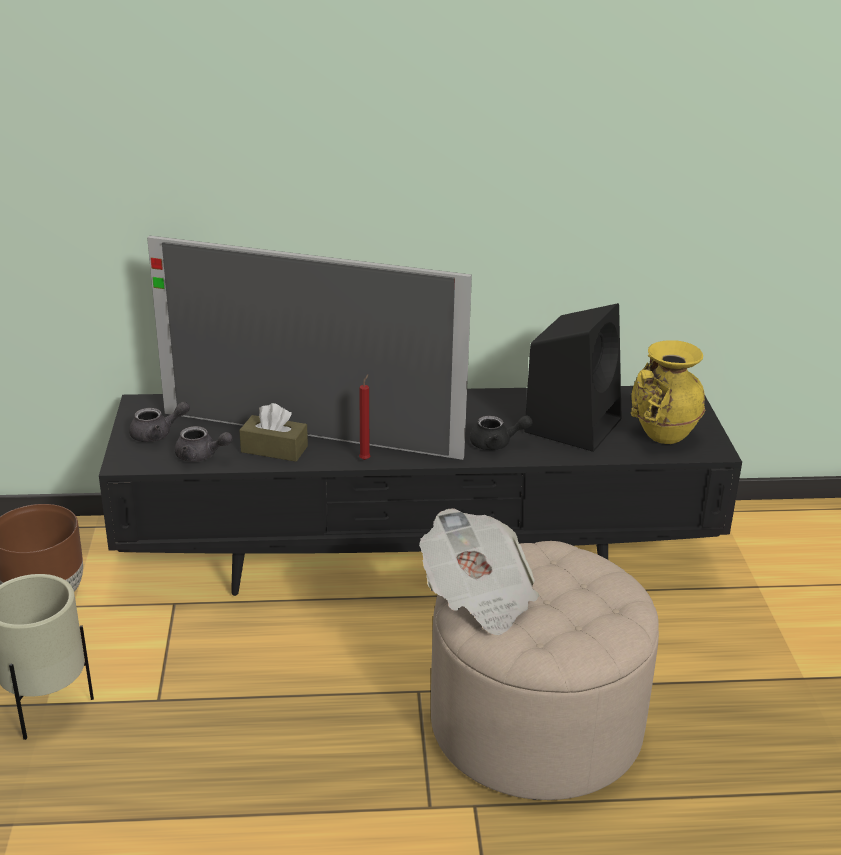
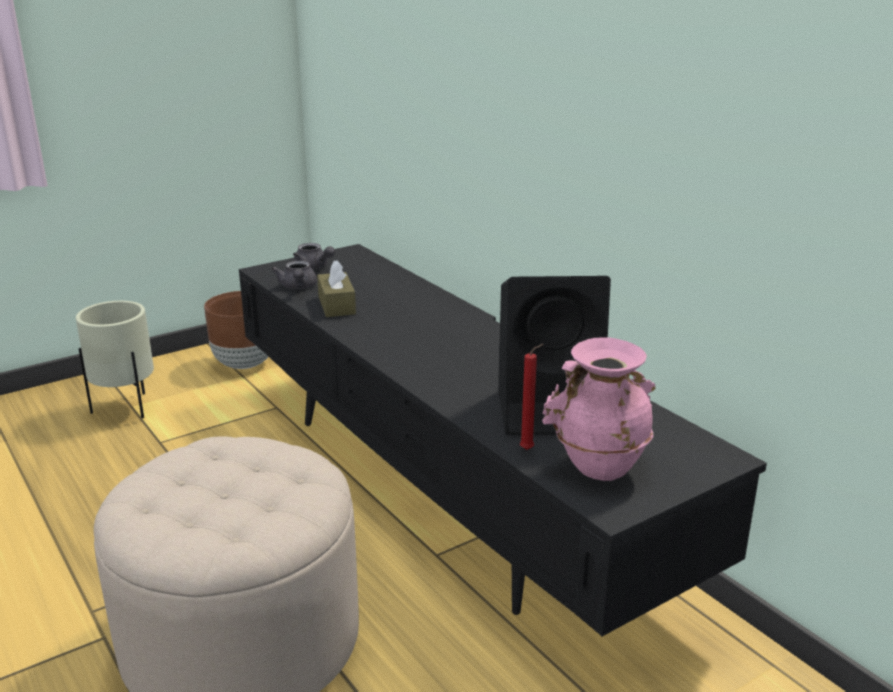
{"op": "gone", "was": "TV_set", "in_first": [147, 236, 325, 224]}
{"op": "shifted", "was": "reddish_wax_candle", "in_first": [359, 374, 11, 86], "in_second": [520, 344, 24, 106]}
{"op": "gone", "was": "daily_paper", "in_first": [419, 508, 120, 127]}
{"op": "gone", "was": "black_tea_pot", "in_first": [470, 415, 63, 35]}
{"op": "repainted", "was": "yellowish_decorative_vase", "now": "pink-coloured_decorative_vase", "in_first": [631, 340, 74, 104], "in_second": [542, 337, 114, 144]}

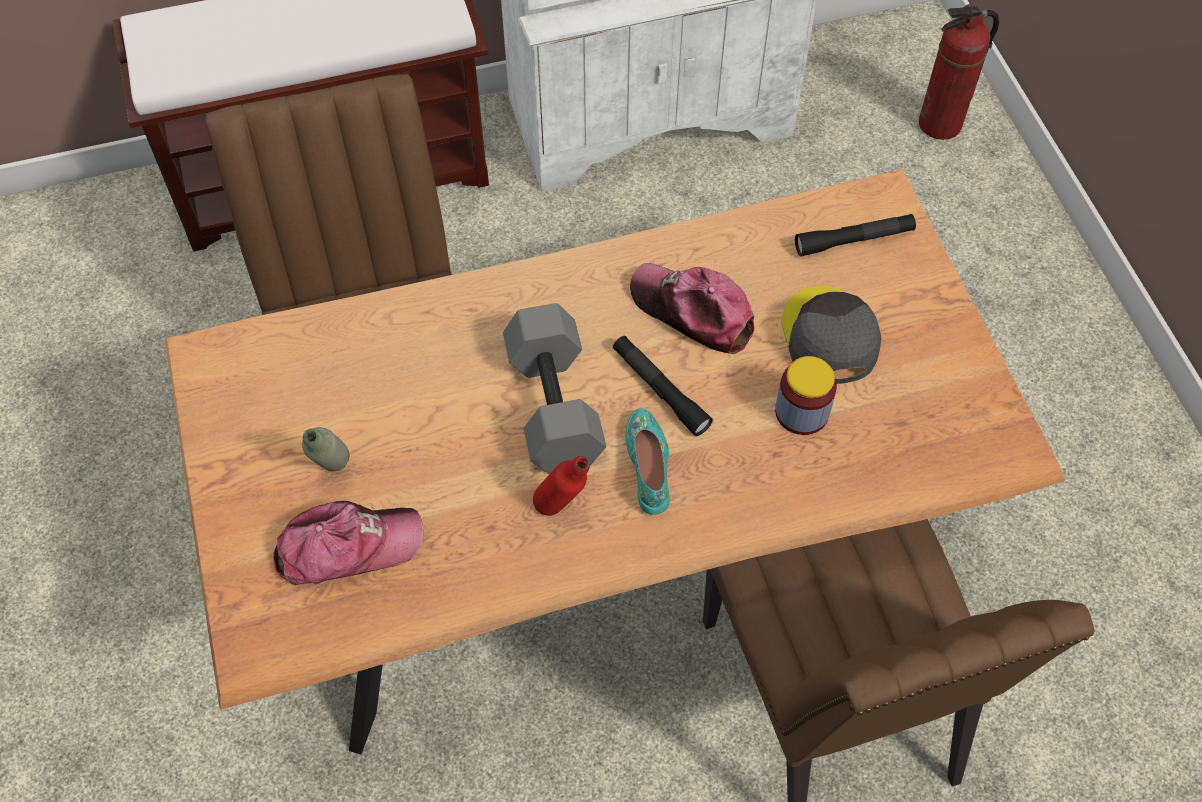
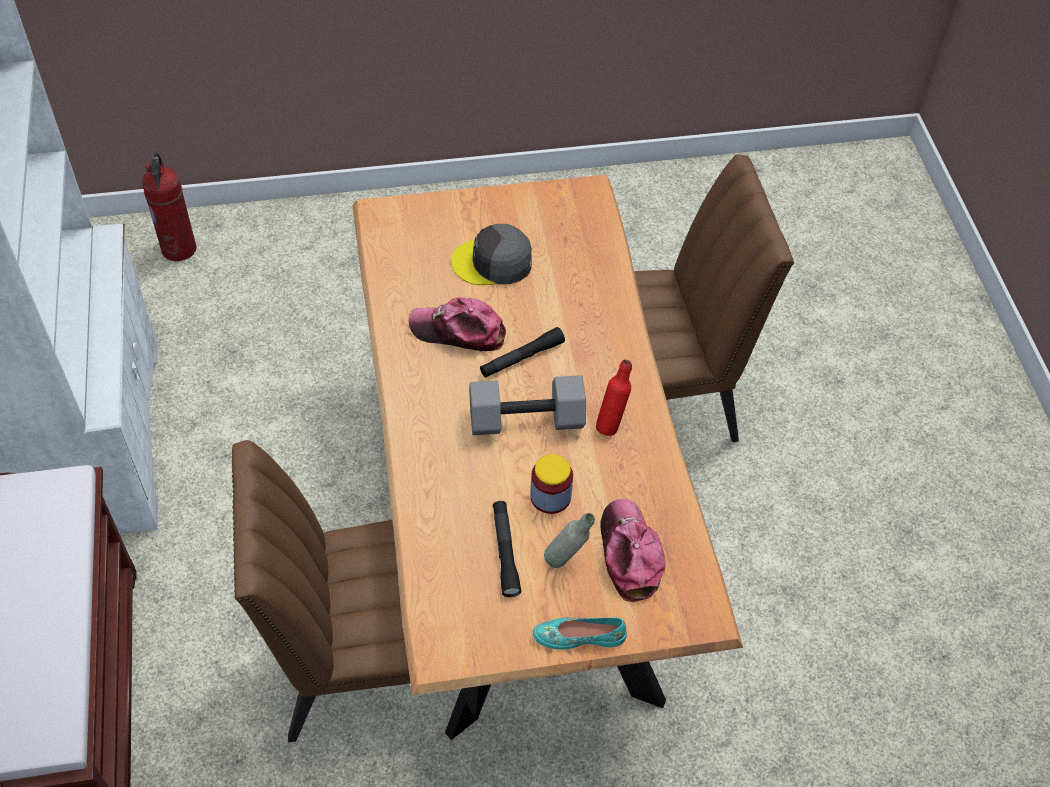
{"op": "shifted", "was": "blue-green_low_shoe", "in_first": [626, 408, 44, 107], "in_second": [533, 618, 94, 32]}
{"op": "rotated", "was": "baseball_cap", "in_first": [630, 263, 125, 91], "in_second": [409, 297, 97, 54], "clockwise": 60}
{"op": "shifted", "was": "jar", "in_first": [775, 356, 62, 79], "in_second": [530, 454, 43, 60]}
{"op": "shifted", "was": "black_flashlight", "in_first": [795, 214, 121, 42], "in_second": [493, 501, 28, 96]}

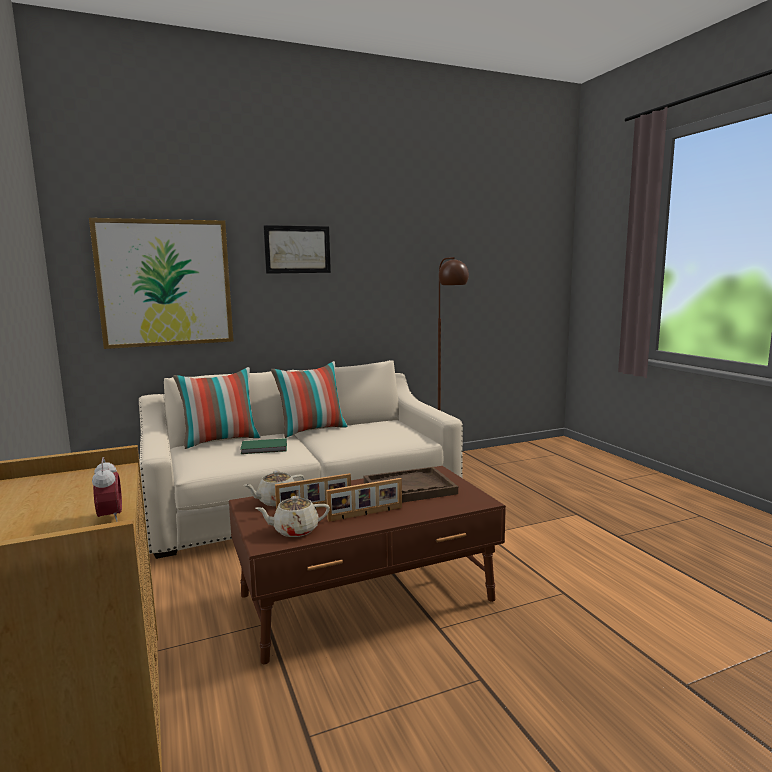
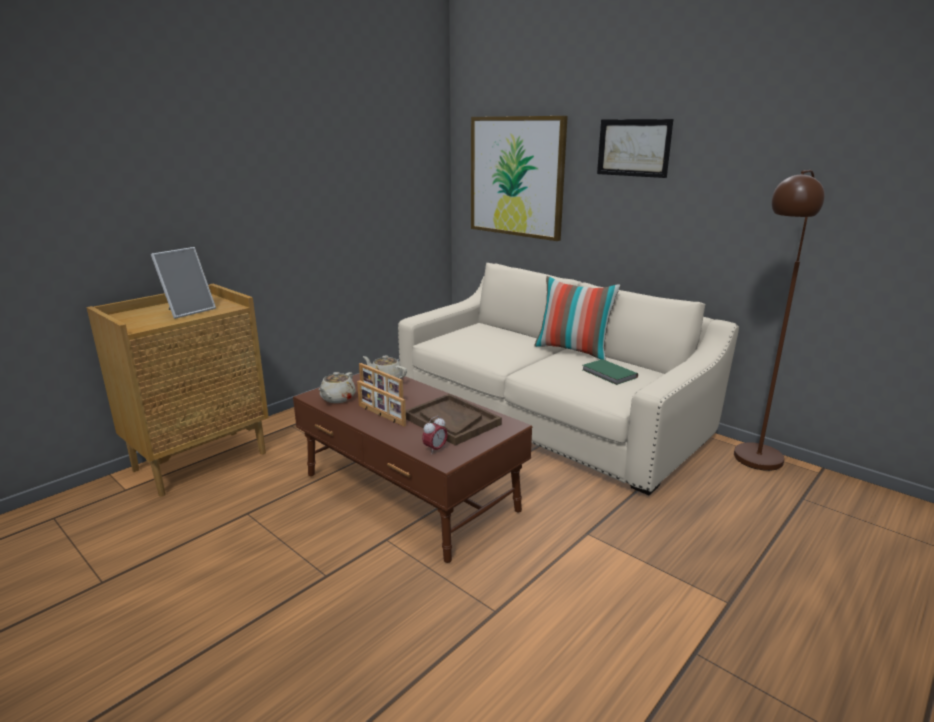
{"op": "shifted", "was": "alarm_clock", "in_first": [92, 457, 30, 64], "in_second": [422, 416, 26, 37]}
{"op": "gone", "was": "throw_pillow", "in_first": [173, 367, 88, 82]}
{"op": "shifted", "was": "green_bound_book", "in_first": [240, 438, 47, 16], "in_second": [583, 359, 55, 26]}
{"op": "rotated", "was": "beige_tea_pot", "in_first": [255, 496, 75, 41], "in_second": [318, 372, 38, 31], "clockwise": -120}
{"op": "new", "now": "photo_frame", "in_second": [151, 247, 65, 72]}

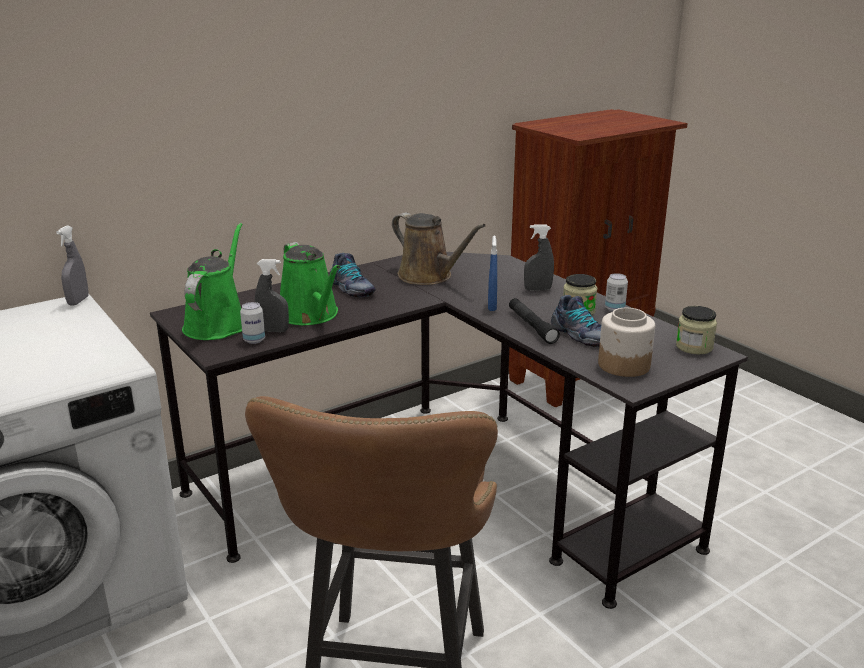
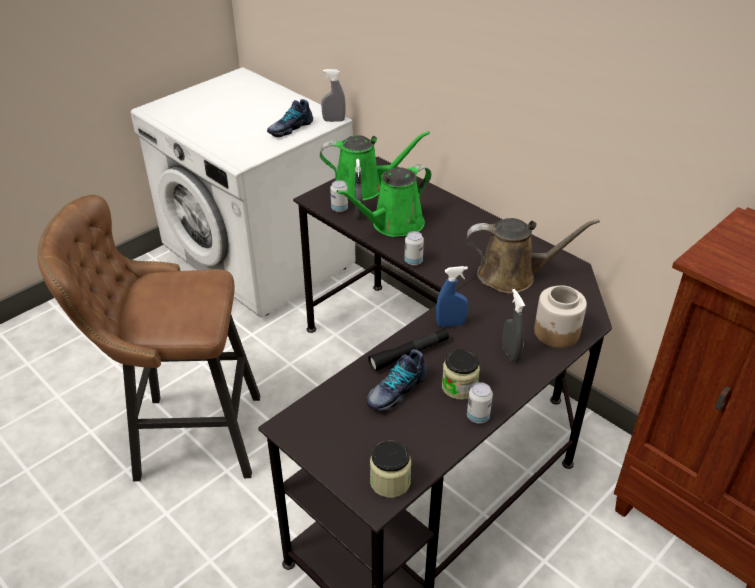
{"op": "shifted", "was": "low_shoe", "in_first": [330, 253, 46, 44], "in_second": [267, 99, 46, 38]}
{"op": "rotated", "was": "brownish_sprinkling_can", "in_first": [392, 213, 94, 72], "in_second": [467, 218, 133, 75], "clockwise": -120}
{"op": "shifted", "was": "jar", "in_first": [598, 308, 57, 69], "in_second": [534, 285, 53, 63]}
{"op": "new", "now": "can", "in_second": [404, 231, 20, 35]}

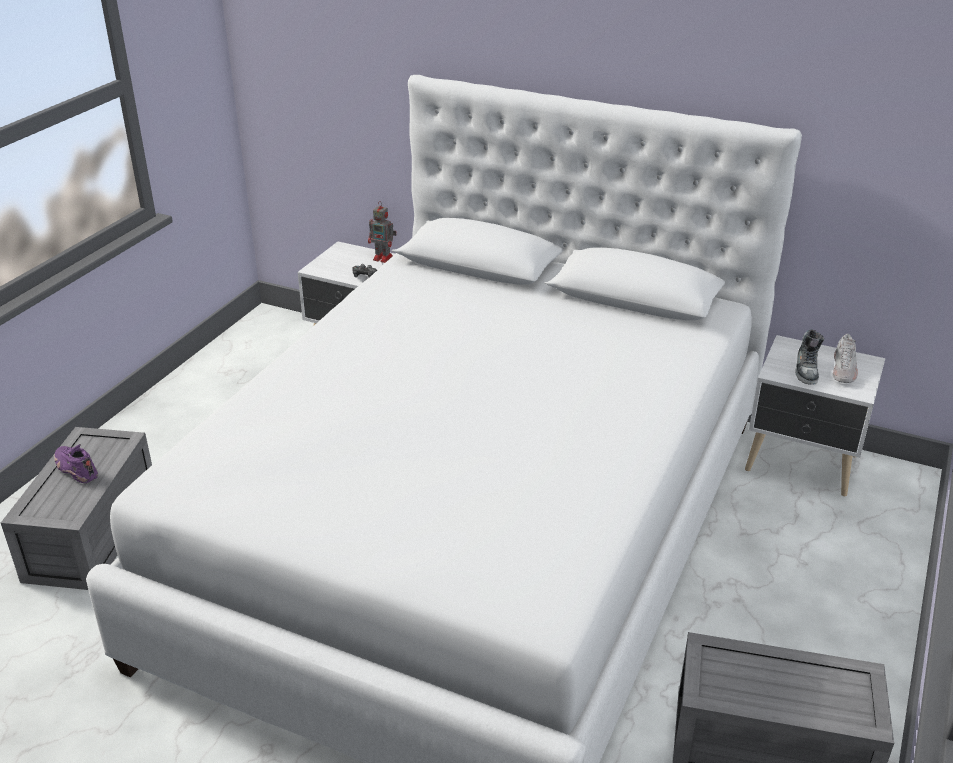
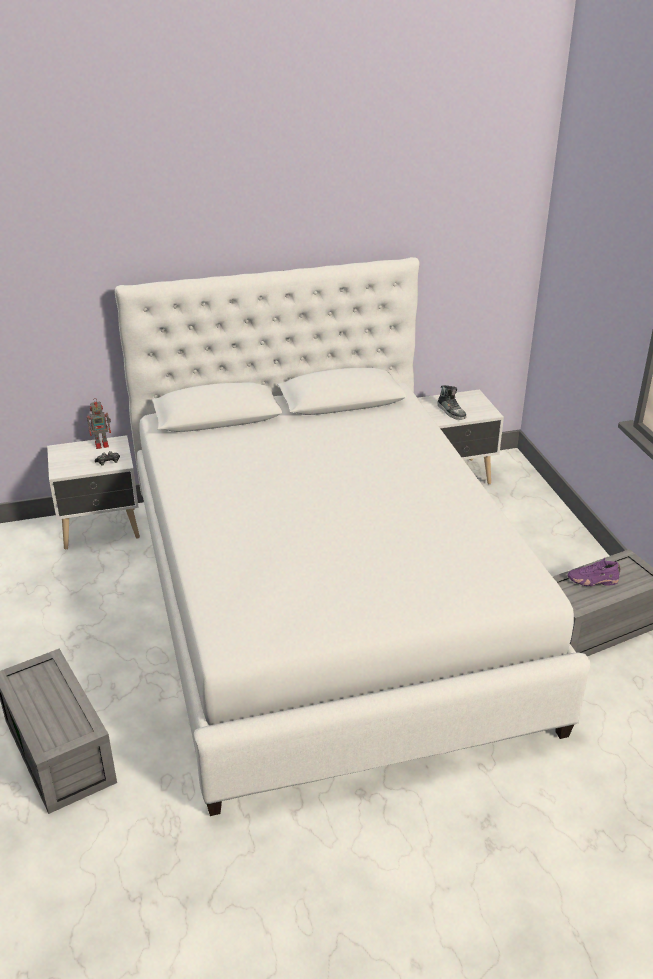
{"op": "shifted", "was": "purplish_low_shoe", "in_first": [54, 444, 44, 39], "in_second": [568, 558, 52, 28]}
{"op": "gone", "was": "whitish_low_shoe", "in_first": [833, 334, 25, 49]}

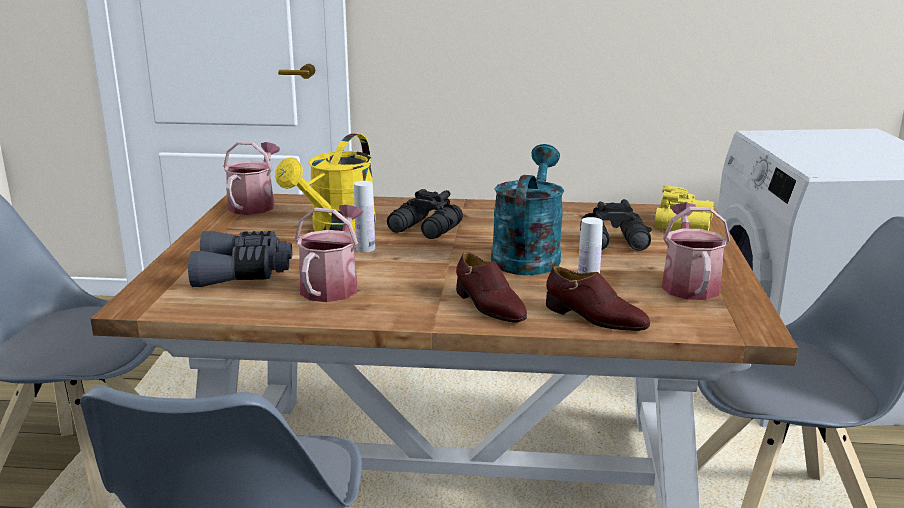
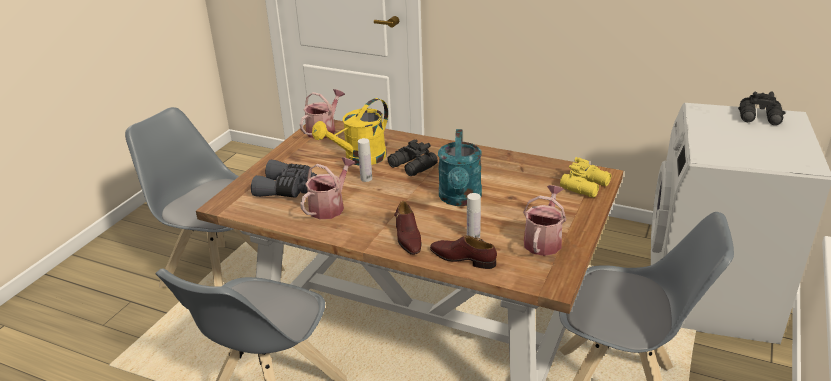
{"op": "rotated", "was": "blue-green_sprinkling_can", "in_first": [491, 144, 73, 131], "in_second": [438, 129, 44, 77], "clockwise": 150}
{"op": "rotated", "was": "brownish_low_shoe", "in_first": [546, 266, 104, 65], "in_second": [430, 235, 67, 34], "clockwise": 150}
{"op": "shifted", "was": "black_field_glasses", "in_first": [580, 199, 72, 52], "in_second": [738, 91, 48, 34]}

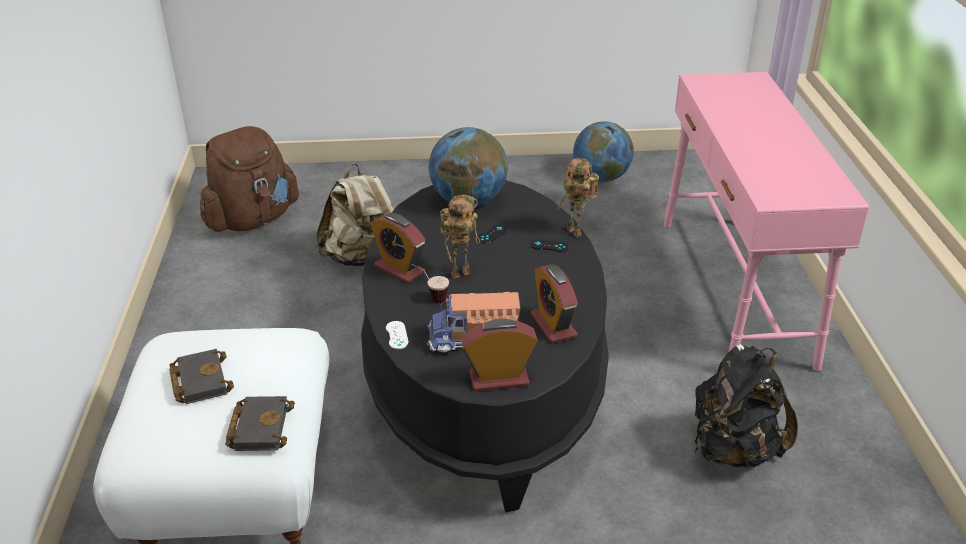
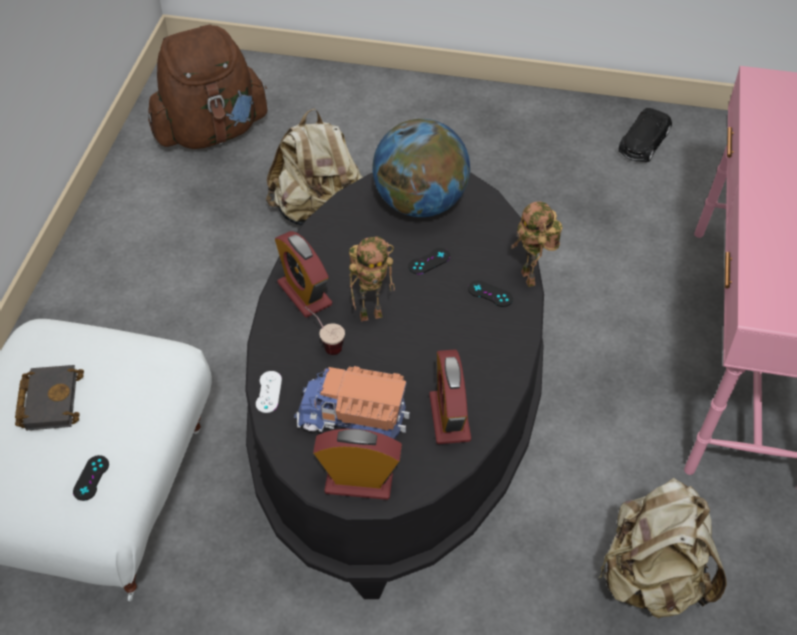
{"op": "swapped", "was": "black_bound_book", "now": "black_game_controller", "in_first": [225, 396, 70, 55], "in_second": [73, 455, 36, 46]}
{"op": "swapped", "was": "globe", "now": "black_miniature_car", "in_first": [573, 121, 61, 61], "in_second": [618, 108, 54, 54]}
{"op": "repainted", "was": "black_knapsack", "now": "beige_knapsack", "in_first": [694, 344, 104, 124], "in_second": [599, 478, 128, 141]}

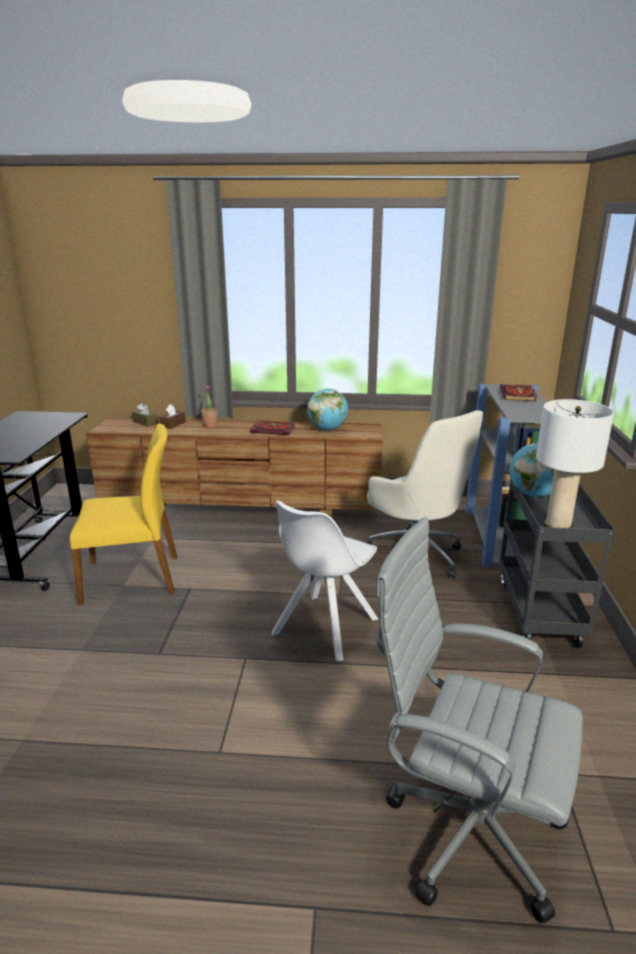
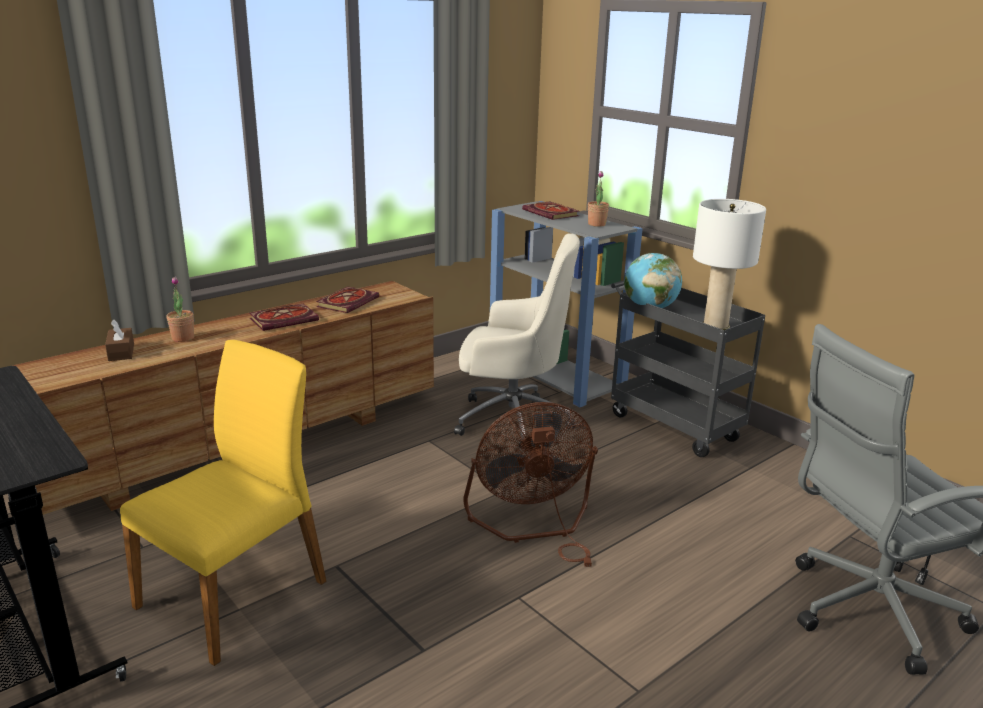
{"op": "gone", "was": "brownish_tissue_box", "in_first": [132, 403, 26, 24]}
{"op": "swapped", "was": "whitish_plain_chair", "now": "brownish_cooling_fan", "in_first": [272, 500, 106, 161], "in_second": [463, 402, 135, 165]}
{"op": "swapped", "was": "globe", "now": "bound_book", "in_first": [307, 389, 41, 42], "in_second": [316, 287, 63, 26]}
{"op": "new", "now": "houseplant", "in_second": [588, 171, 21, 56]}

